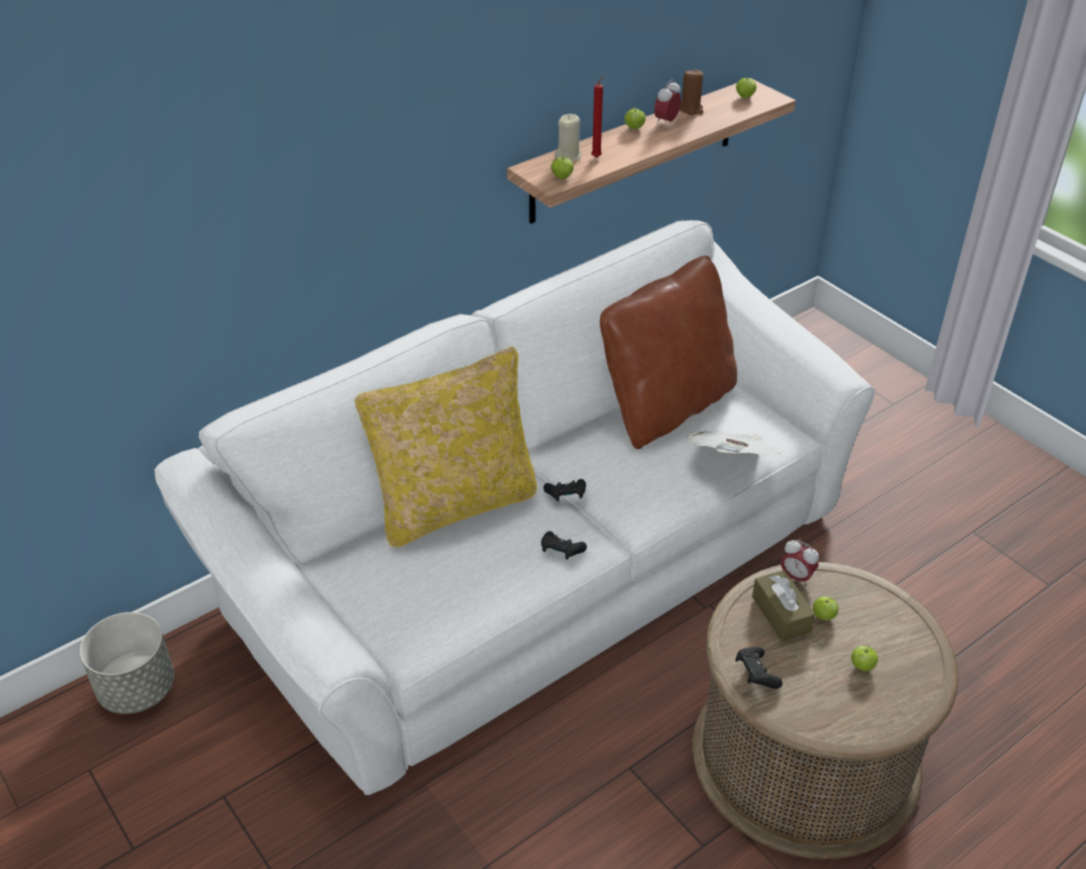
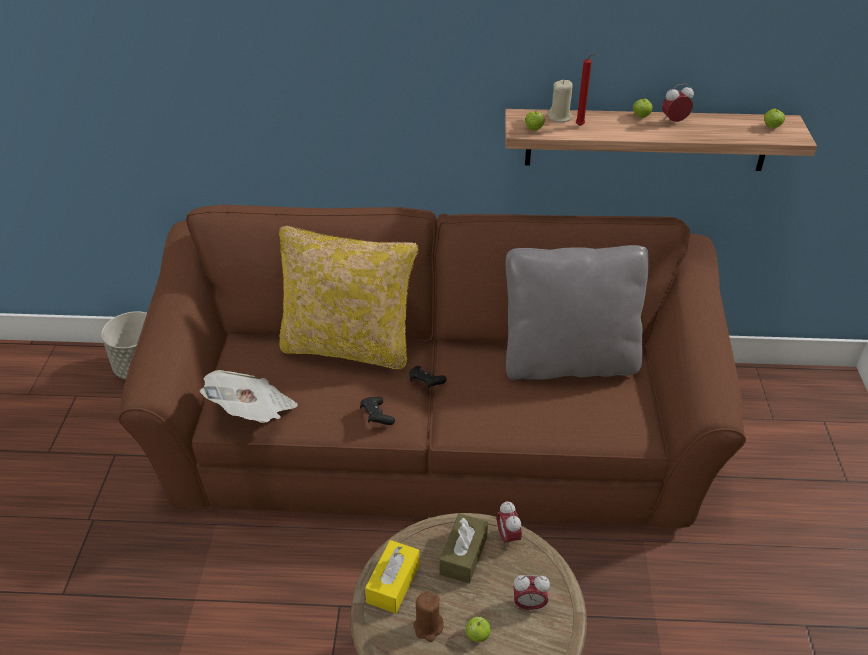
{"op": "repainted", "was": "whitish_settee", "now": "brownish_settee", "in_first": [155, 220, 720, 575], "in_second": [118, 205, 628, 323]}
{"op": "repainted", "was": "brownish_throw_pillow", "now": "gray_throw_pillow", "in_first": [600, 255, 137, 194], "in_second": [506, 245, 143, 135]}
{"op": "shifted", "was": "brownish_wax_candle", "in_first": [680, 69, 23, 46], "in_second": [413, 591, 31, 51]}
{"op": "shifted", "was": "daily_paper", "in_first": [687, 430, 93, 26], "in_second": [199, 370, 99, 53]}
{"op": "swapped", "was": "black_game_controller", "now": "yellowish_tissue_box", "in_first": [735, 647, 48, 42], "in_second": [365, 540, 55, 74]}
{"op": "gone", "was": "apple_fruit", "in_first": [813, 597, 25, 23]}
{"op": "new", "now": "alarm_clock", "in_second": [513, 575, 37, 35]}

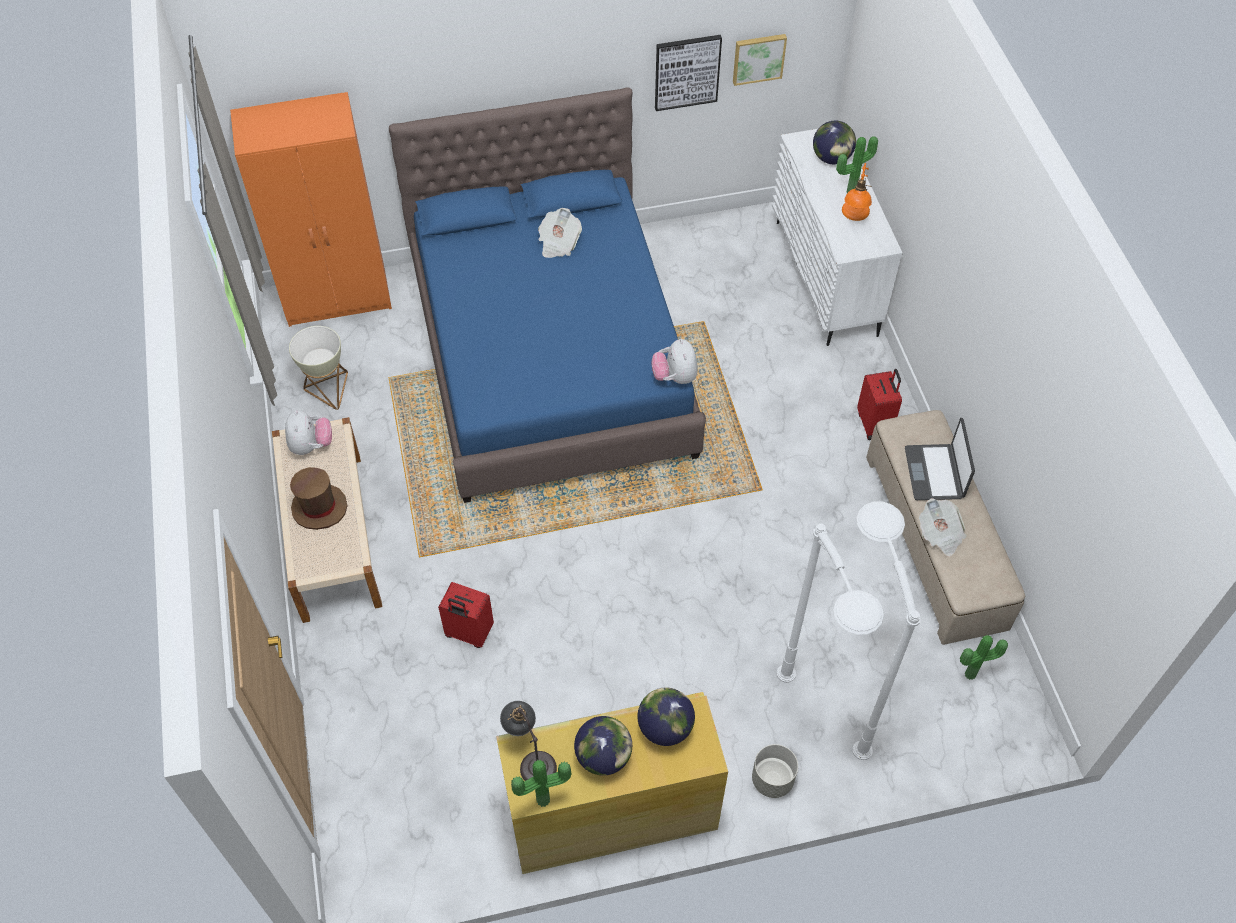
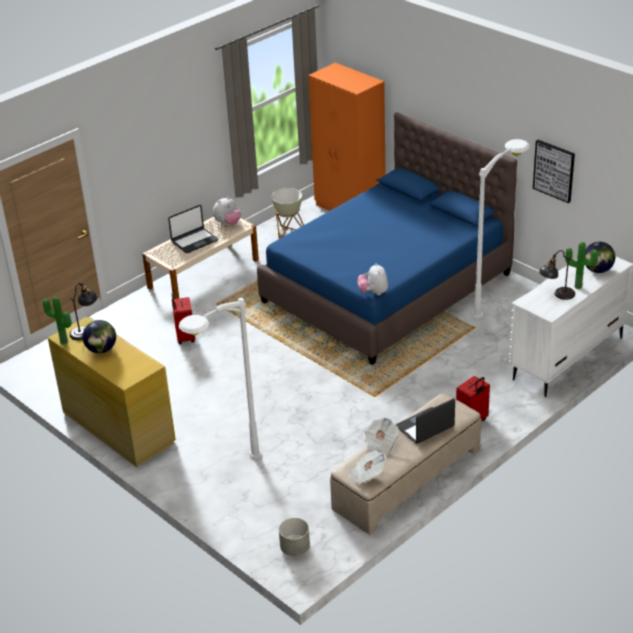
{"op": "swapped", "was": "brownish_clothing_hat", "now": "portable_computer", "in_first": [290, 467, 57, 63], "in_second": [168, 205, 50, 48]}
{"op": "shifted", "was": "daily_paper", "in_first": [538, 208, 44, 50], "in_second": [348, 450, 38, 35]}
{"op": "gone", "was": "globe", "in_first": [637, 688, 58, 58]}
{"op": "rotated", "was": "cuddly_toy", "in_first": [652, 339, 46, 45], "in_second": [357, 263, 31, 33], "clockwise": -60}
{"op": "gone", "was": "wall_picture", "in_first": [733, 34, 54, 52]}
{"op": "shifted", "was": "gray_flower_pot", "in_first": [752, 744, 46, 54], "in_second": [279, 518, 31, 38]}
{"op": "repainted", "was": "orange-coloured_table_lamp", "now": "gray_table_lamp", "in_first": [842, 163, 30, 58], "in_second": [539, 250, 36, 50]}
{"op": "shifted", "was": "whitish_standard_lamp", "in_first": [852, 501, 68, 259], "in_second": [472, 139, 58, 180]}
{"op": "gone", "was": "houseplant", "in_first": [960, 635, 48, 45]}

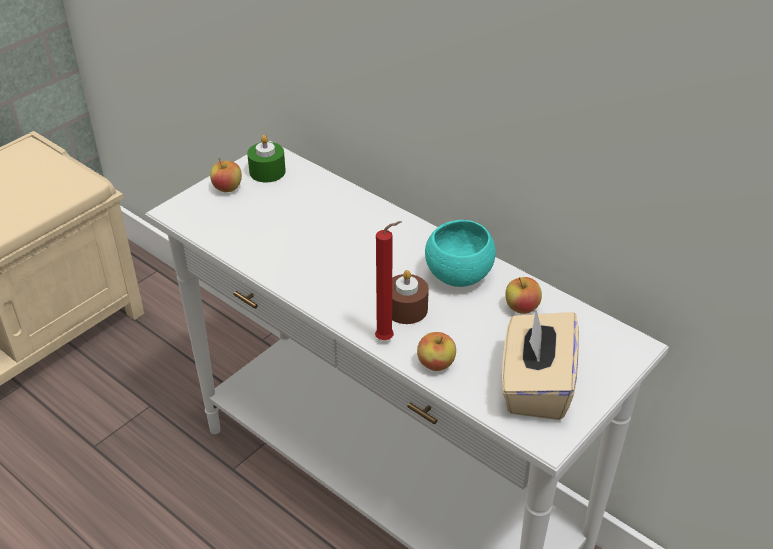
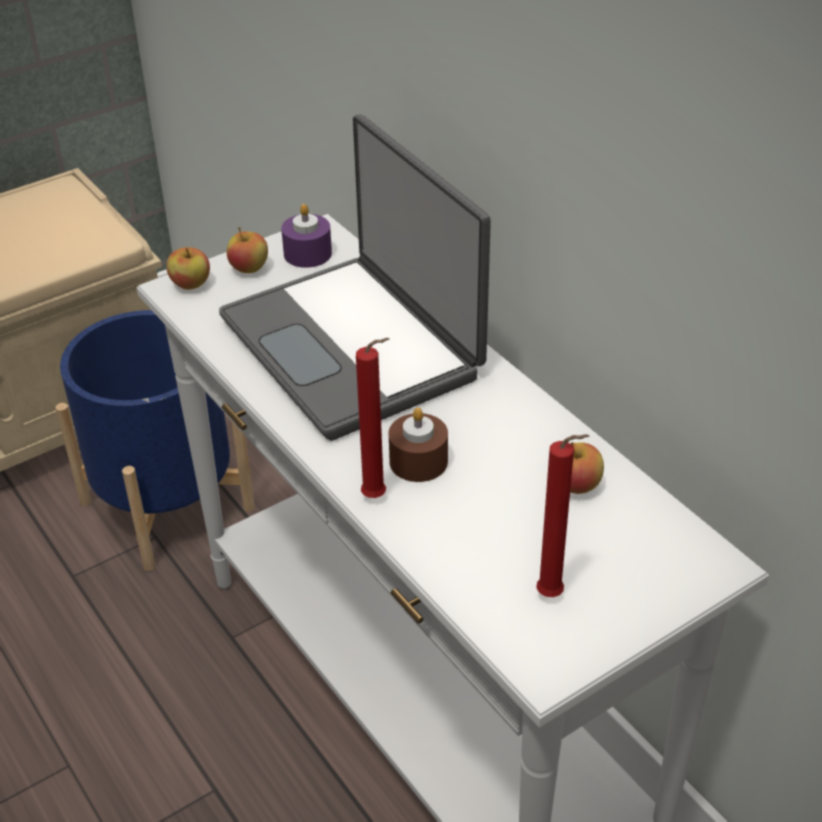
{"op": "repainted", "was": "green_wax_candle", "now": "purplish_wax_candle", "in_first": [247, 135, 39, 47], "in_second": [281, 204, 51, 64]}
{"op": "shifted", "was": "apple_fruit", "in_first": [417, 332, 39, 39], "in_second": [166, 247, 44, 43]}
{"op": "gone", "was": "blue-green_bowl", "in_first": [425, 220, 71, 67]}
{"op": "swapped", "was": "beige_tissue_box", "now": "reddish_wax_candle", "in_first": [502, 310, 77, 110], "in_second": [536, 434, 53, 163]}
{"op": "new", "now": "blue_flower_pot", "in_second": [55, 310, 200, 261]}
{"op": "new", "now": "portable_computer", "in_second": [219, 114, 272, 327]}

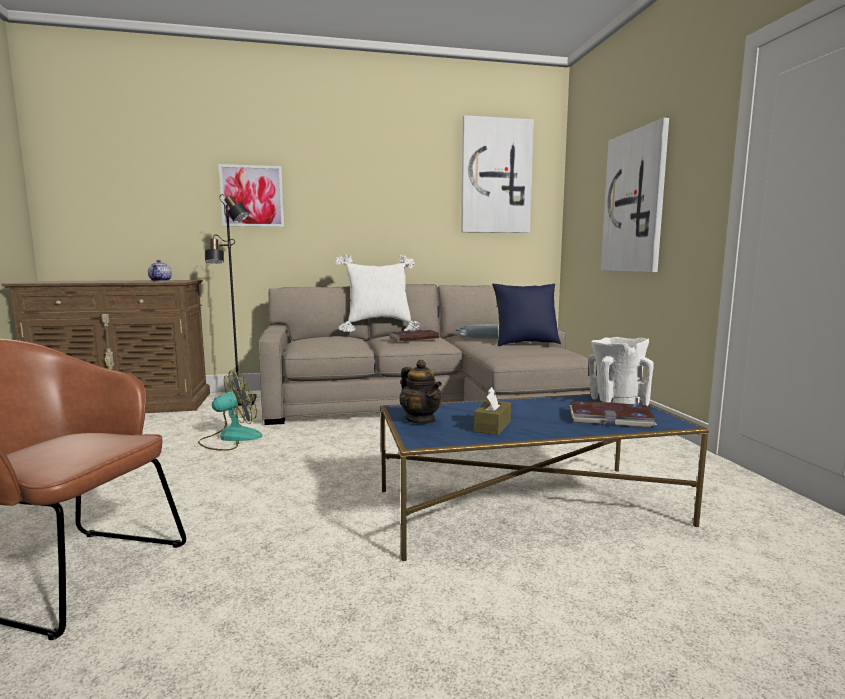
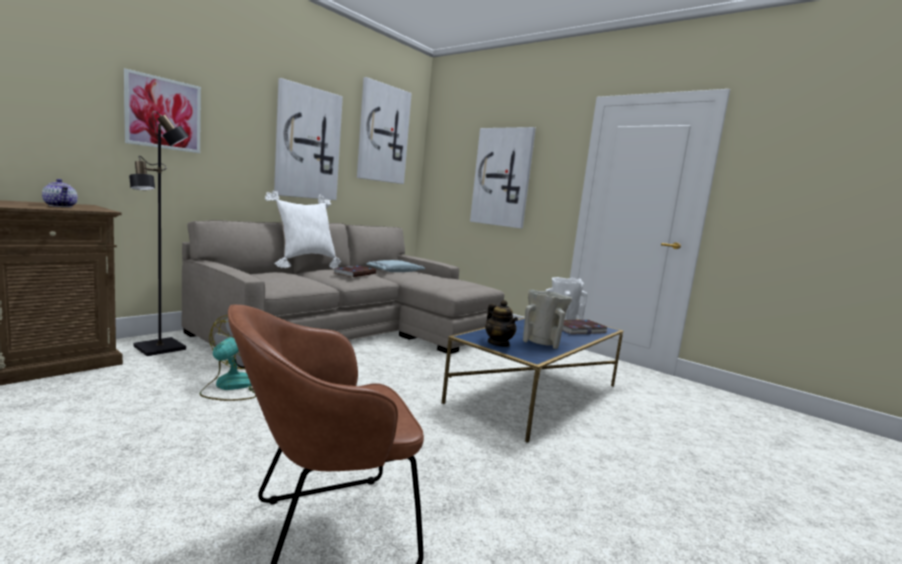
{"op": "rotated", "was": "tea_pot", "in_first": [399, 360, 43, 64], "in_second": [485, 300, 33, 47], "clockwise": 45}
{"op": "swapped", "was": "brownish_tissue_box", "now": "beige_decorative_vase", "in_first": [474, 387, 37, 48], "in_second": [523, 289, 49, 60]}
{"op": "gone", "was": "blue_throw_pillow", "in_first": [492, 284, 69, 62]}
{"op": "new", "now": "wall_picture", "in_second": [274, 78, 69, 122]}

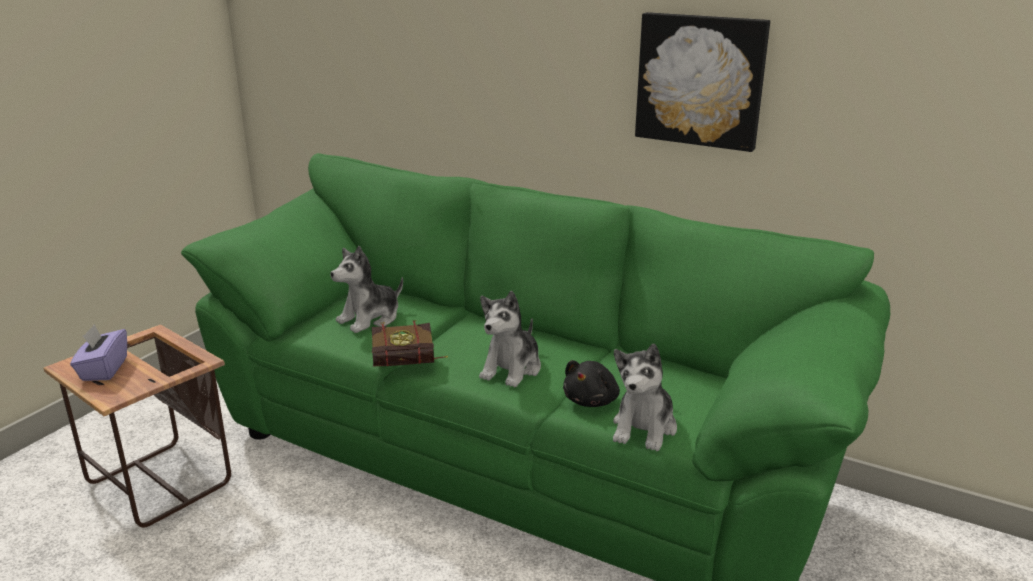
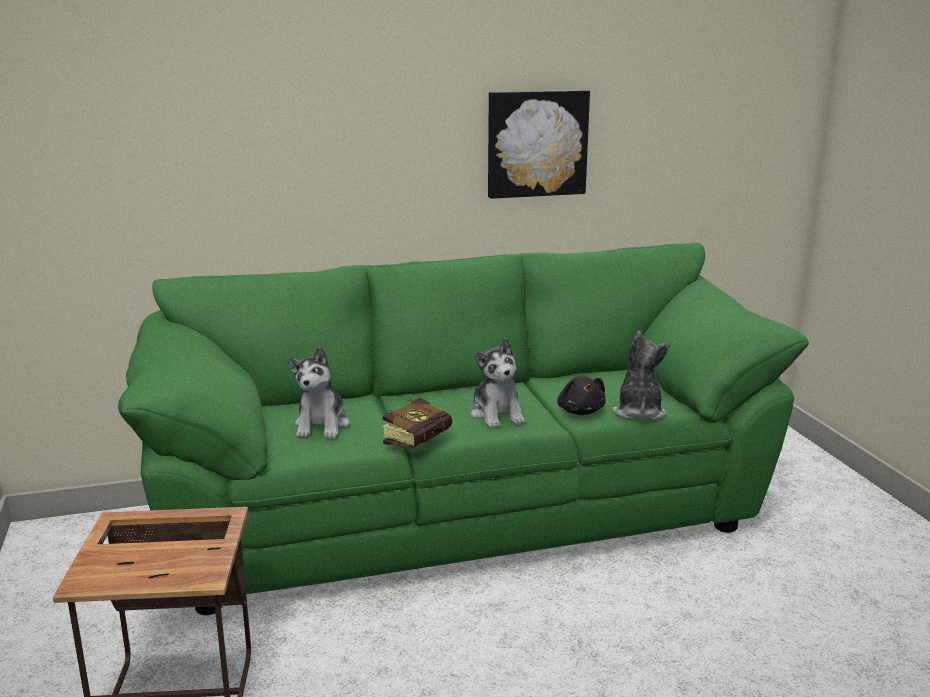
{"op": "gone", "was": "purplish_tissue_box", "in_first": [70, 324, 57, 57]}
{"op": "rotated", "was": "cuddly_toy", "in_first": [613, 344, 64, 107], "in_second": [613, 331, 57, 89], "clockwise": -150}

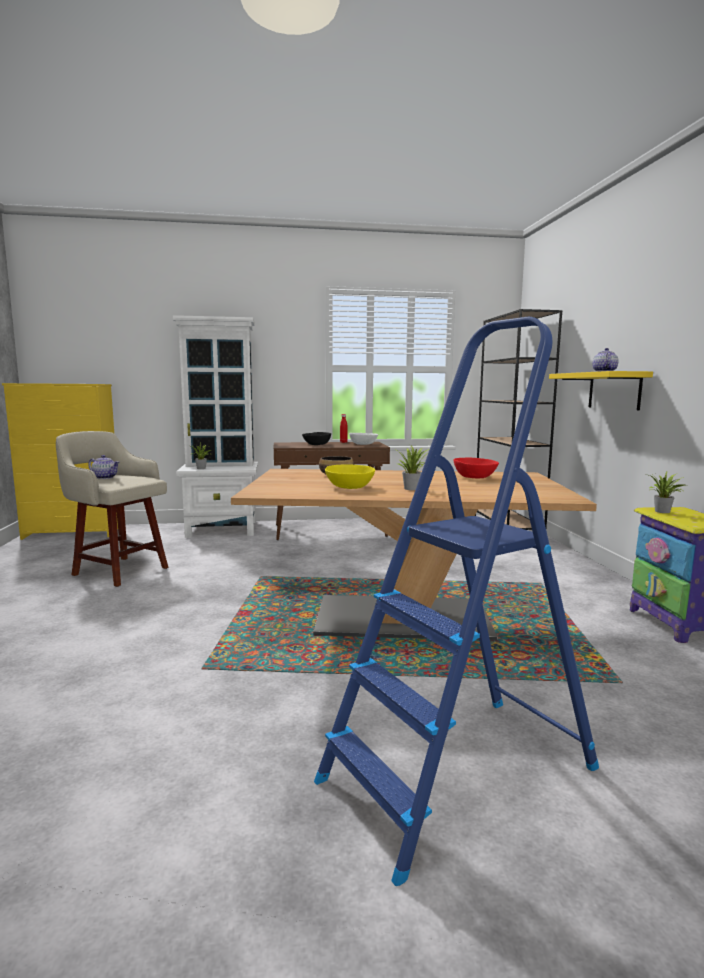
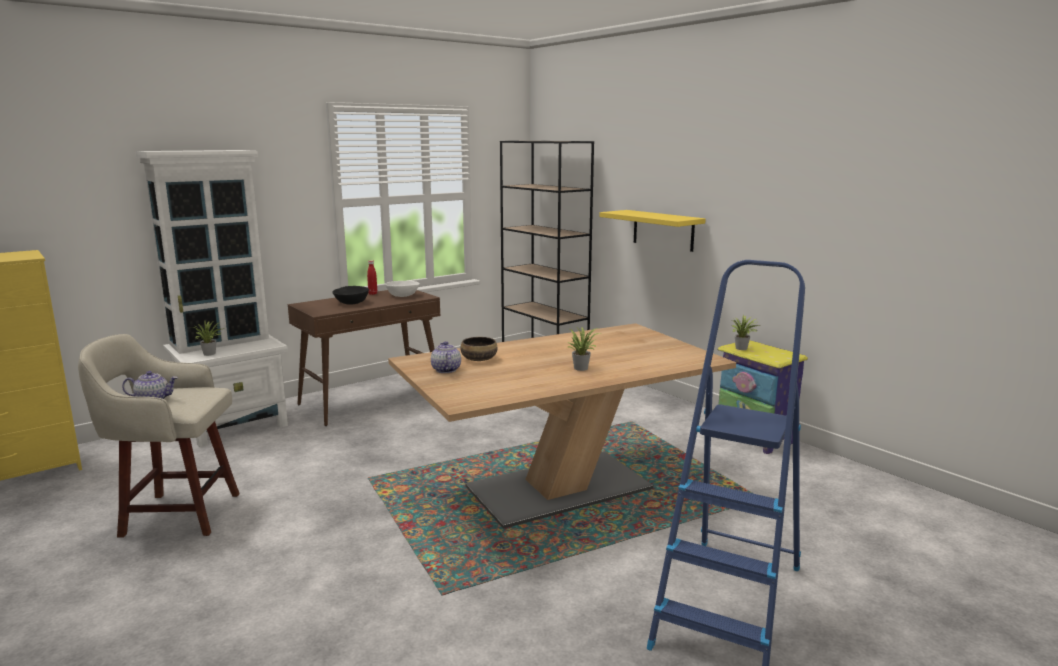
{"op": "gone", "was": "yellowish_bowl", "in_first": [325, 464, 50, 25]}
{"op": "gone", "was": "reddish_bowl", "in_first": [454, 458, 45, 20]}
{"op": "shifted", "was": "tea_pot", "in_first": [592, 348, 26, 24], "in_second": [431, 341, 30, 32]}

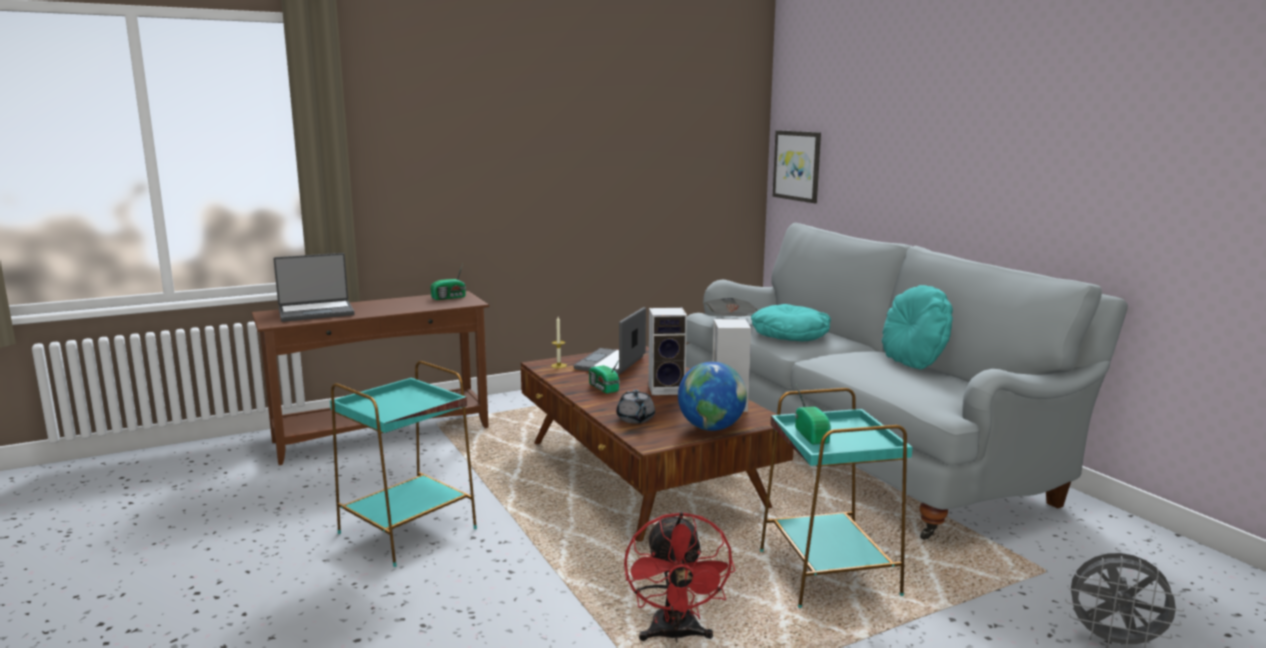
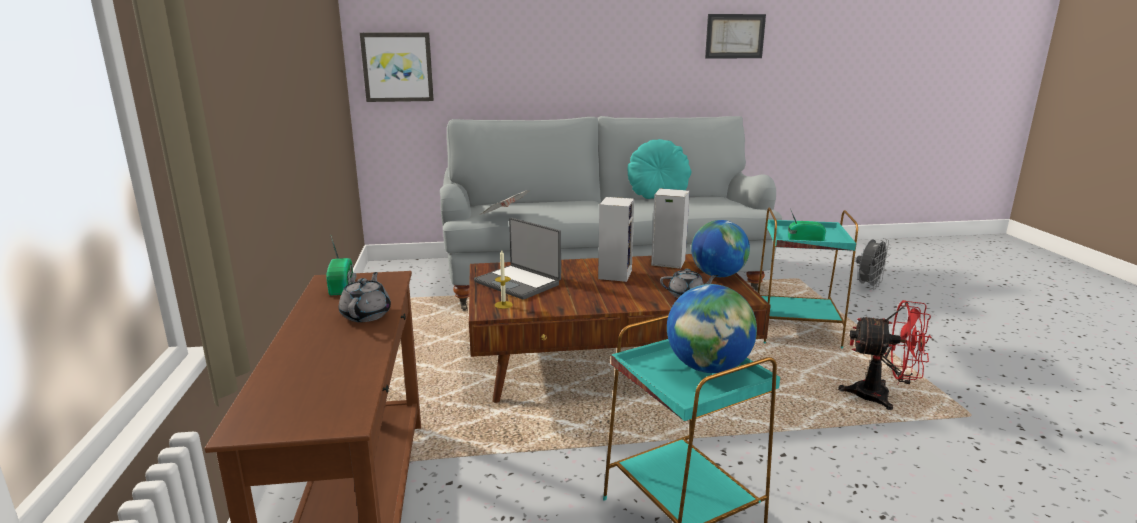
{"op": "gone", "was": "portable_computer", "in_first": [274, 253, 81, 69]}
{"op": "gone", "was": "radio_set", "in_first": [589, 357, 32, 36]}
{"op": "gone", "was": "blue-green_throw_pillow", "in_first": [751, 304, 80, 37]}
{"op": "new", "now": "gray_tea_pot", "in_second": [339, 272, 52, 50]}
{"op": "new", "now": "globe", "in_second": [667, 284, 90, 89]}
{"op": "new", "now": "wall_picture", "in_second": [705, 14, 61, 45]}

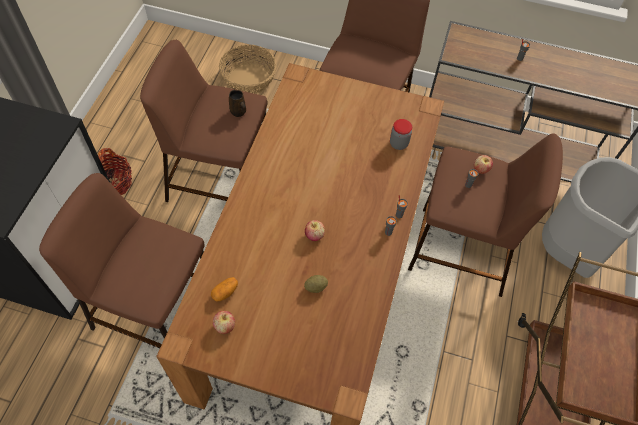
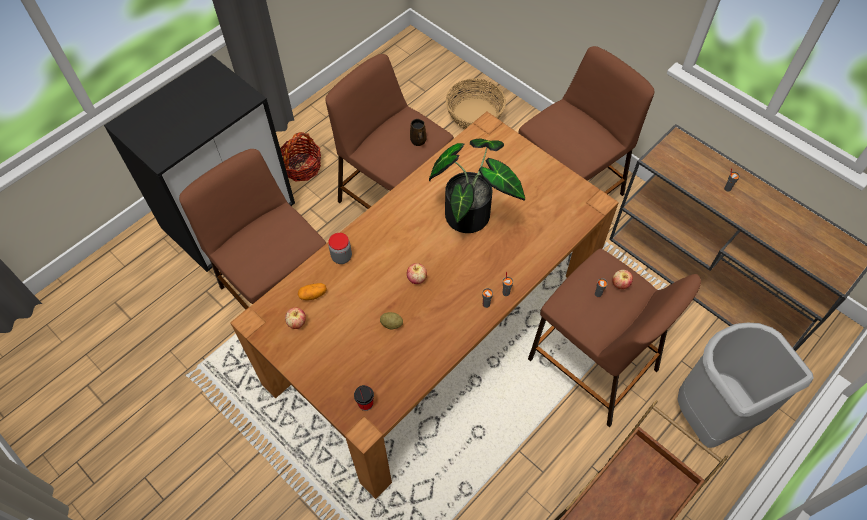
{"op": "shifted", "was": "jar", "in_first": [390, 119, 22, 31], "in_second": [329, 233, 23, 31]}
{"op": "new", "now": "small_cup", "in_second": [354, 385, 20, 26]}
{"op": "new", "now": "houseplant", "in_second": [429, 138, 96, 95]}

